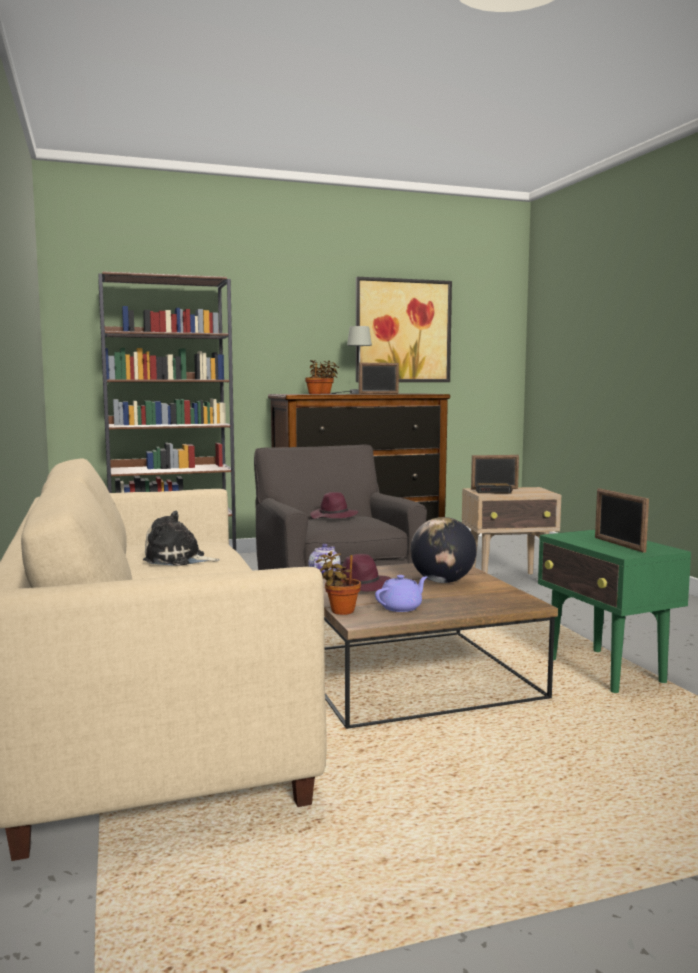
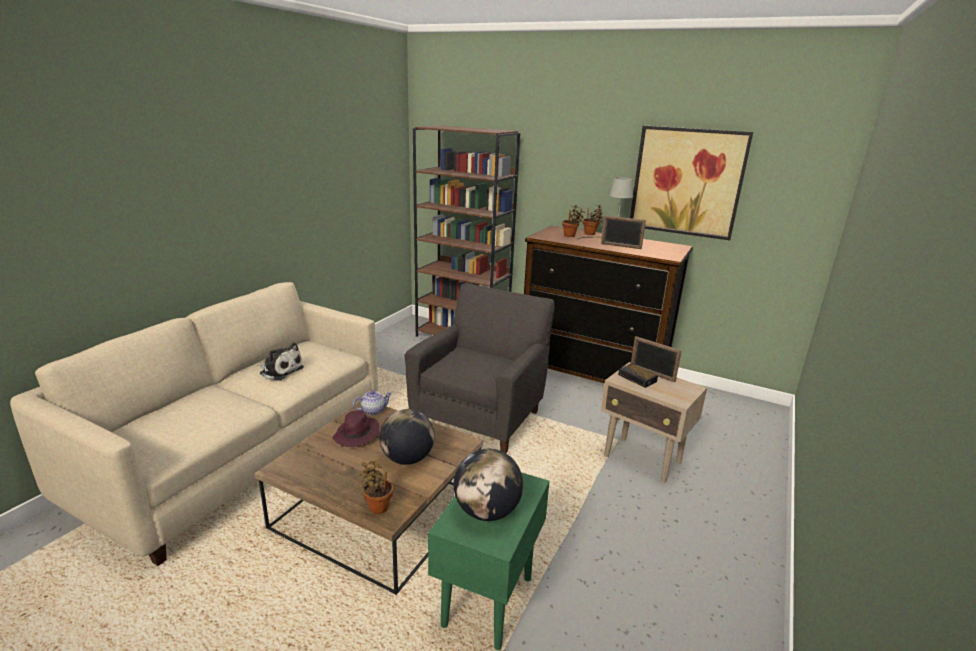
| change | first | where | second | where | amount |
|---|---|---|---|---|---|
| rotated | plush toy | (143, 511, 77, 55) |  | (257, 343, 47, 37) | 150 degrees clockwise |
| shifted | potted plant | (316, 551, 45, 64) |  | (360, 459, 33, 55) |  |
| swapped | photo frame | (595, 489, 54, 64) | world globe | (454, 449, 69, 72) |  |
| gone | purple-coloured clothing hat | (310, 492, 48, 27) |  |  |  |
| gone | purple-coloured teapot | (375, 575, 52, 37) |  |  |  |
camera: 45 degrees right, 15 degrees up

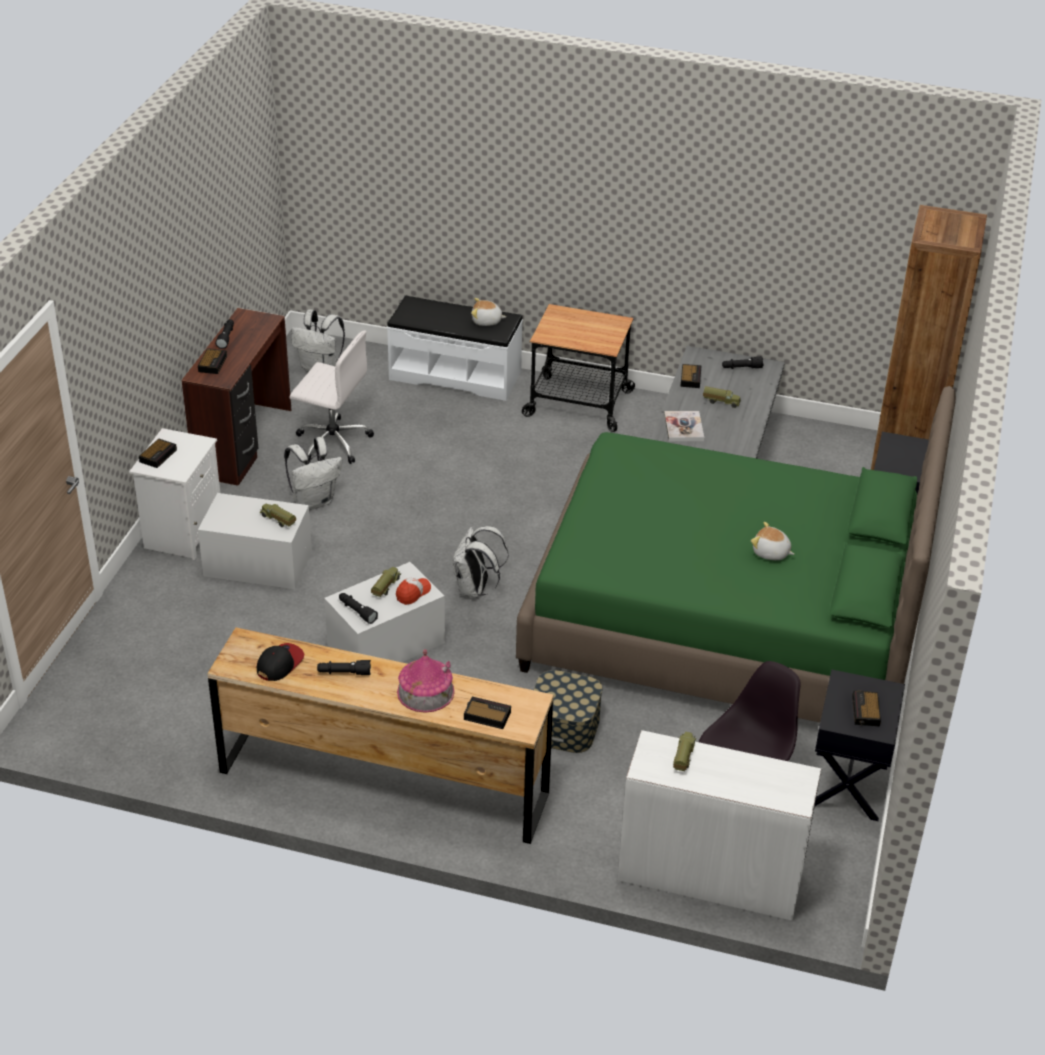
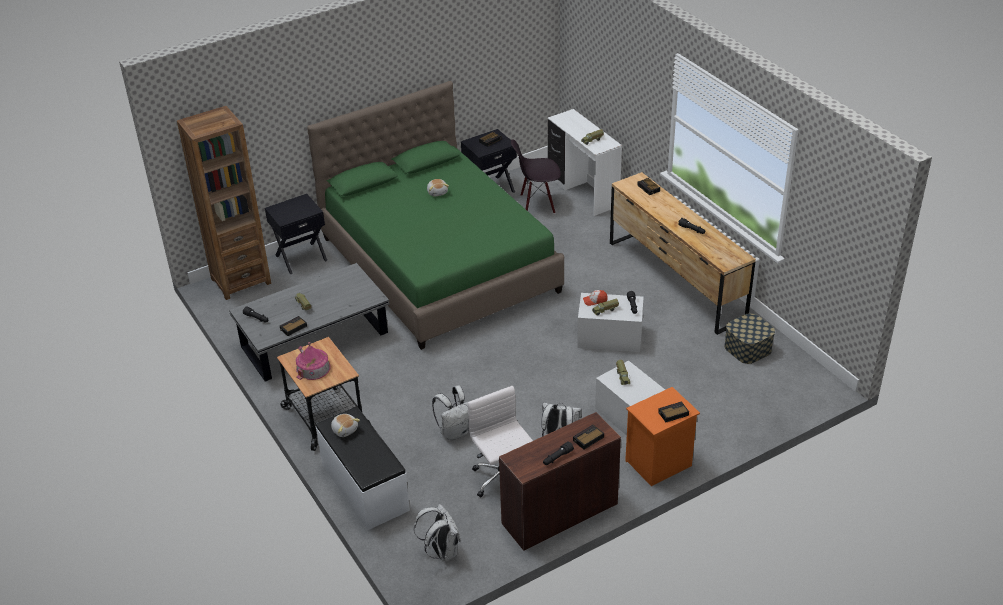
| change | first | where | second | where | amount |
|---|---|---|---|---|---|
| shifted | miniature house | (397, 649, 58, 64) |  | (296, 342, 35, 38) |  |
| shifted | whitish rucksack | (453, 526, 55, 72) |  | (432, 386, 38, 54) |  |
| repainted | whitish bedside table | (129, 428, 91, 132) | orange-coloured bedside table | (625, 387, 75, 99) |  |
| shifted | storage box | (534, 670, 69, 83) |  | (724, 313, 51, 51) |  |
| gone | baseball cap | (257, 643, 47, 38) |  |  |  |
| gone | book | (664, 411, 40, 30) |  |  |  |
camera: 135 degrees left, 0 degrees up

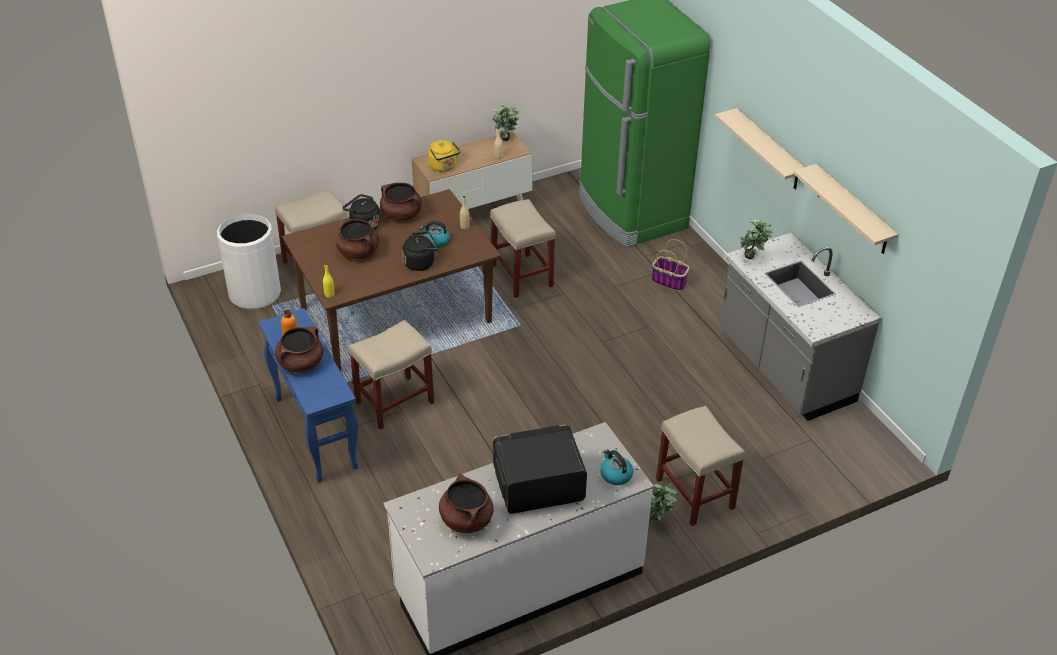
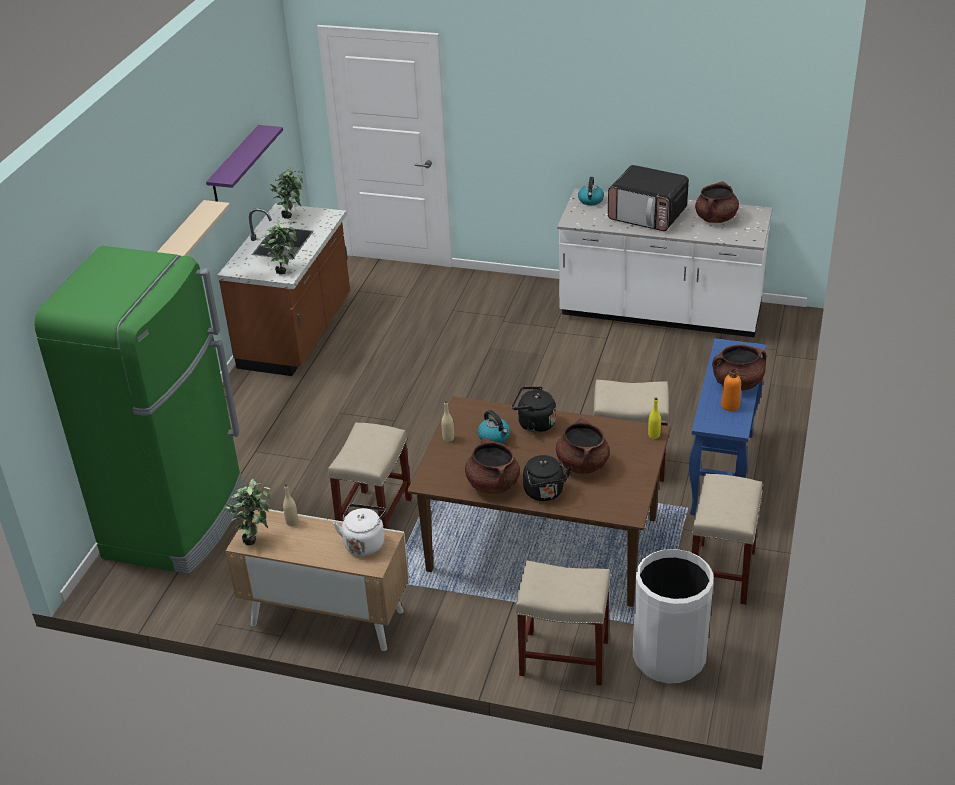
| change | first | where | second | where | amount |
|---|---|---|---|---|---|
| repainted | beige bracket shelf | (793, 164, 106, 90) | purple-coloured bracket shelf | (206, 125, 77, 77) |  |
| repainted | gray counter | (720, 233, 161, 188) | brownish counter | (217, 203, 133, 173) |  |
| shifted | potted plant | (649, 483, 29, 38) |  | (269, 168, 34, 51) |  |
| repainted | yellowish kettle | (428, 140, 32, 32) | whitish kettle | (333, 504, 53, 52) |  |
| shifted | beige stool | (656, 406, 89, 120) |  | (692, 474, 71, 131) |  |
| gone | household basket | (652, 239, 37, 53) |  |  |  |
camera: 135 degrees left, 5 degrees down

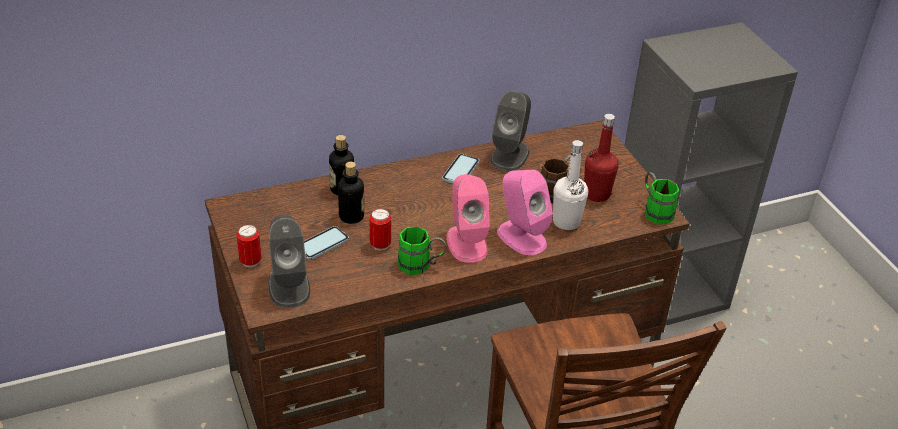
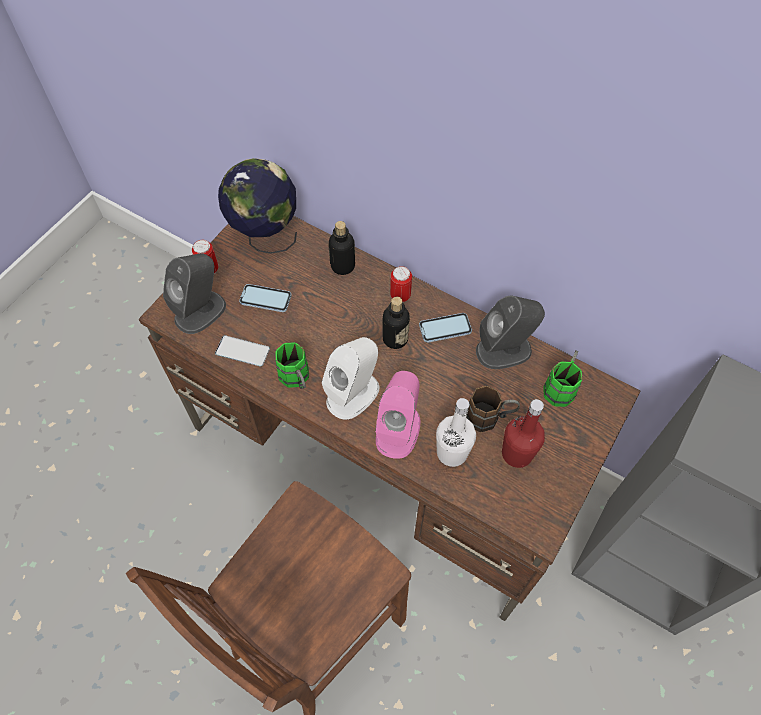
| change | first | where | second | where | amount |
|---|---|---|---|---|---|
| new |  |  | handset | (215, 335, 55, 32) |  |
| new |  |  | world globe | (218, 158, 79, 96) |  |
| repainted | pink speaker | (446, 174, 44, 89) | whitish speaker | (322, 337, 57, 83) |  |
| shifted | bottle | (338, 162, 26, 62) |  | (382, 297, 28, 52) |  |
| shifted | can | (369, 209, 22, 41) |  | (390, 266, 22, 36) |  |
| shifted | green-coloured tea mug | (645, 172, 34, 52) |  | (543, 351, 39, 56) |  |
camera: 55 degrees right, 20 degrees up

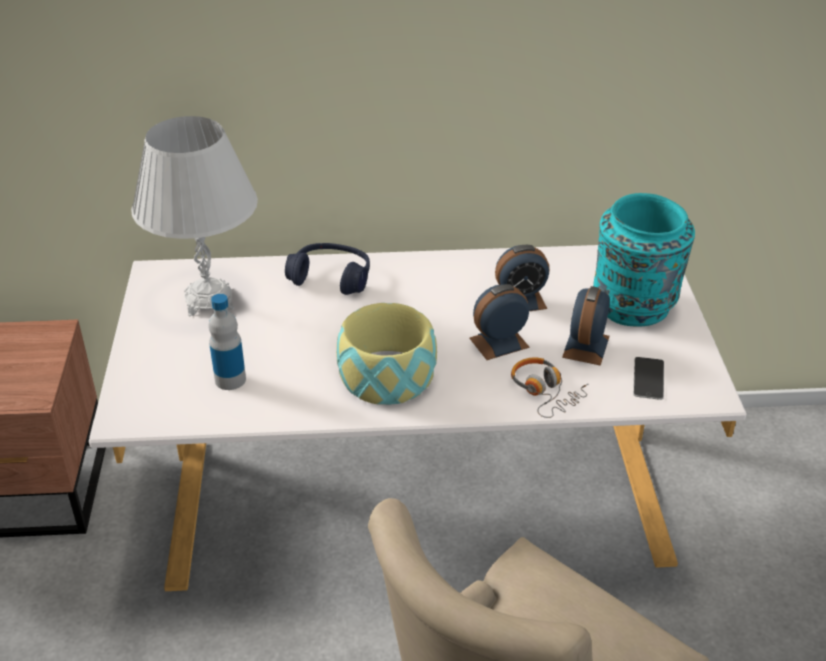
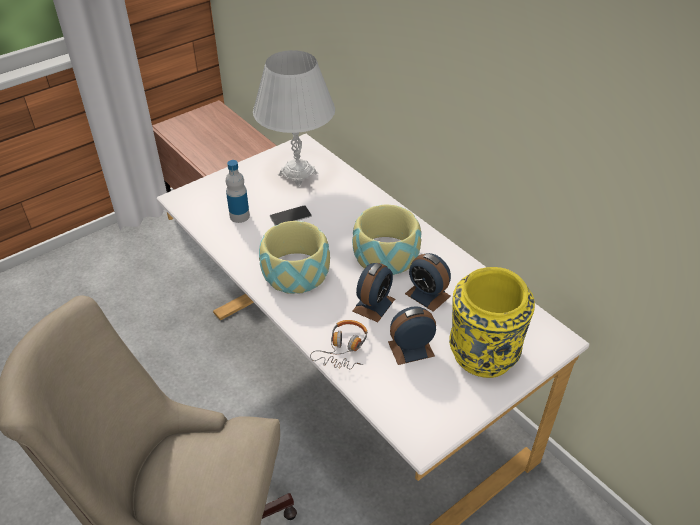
| change | first | where | second | where | amount |
|---|---|---|---|---|---|
| shifted | handset | (633, 357, 31, 43) |  | (270, 205, 42, 21) |  |
| new |  |  | deep dish | (352, 205, 69, 70) |  |
| rotated | alarm clock | (469, 284, 61, 76) |  | (352, 263, 43, 59) | 90 degrees clockwise |
| repainted | blue-green flower vase | (593, 193, 102, 134) | yellowish flower vase | (449, 267, 86, 111) |  |
| gone | bluish pair of headphones | (285, 243, 85, 52) |  |  |  |
camera: 55 degrees right, 5 degrees up

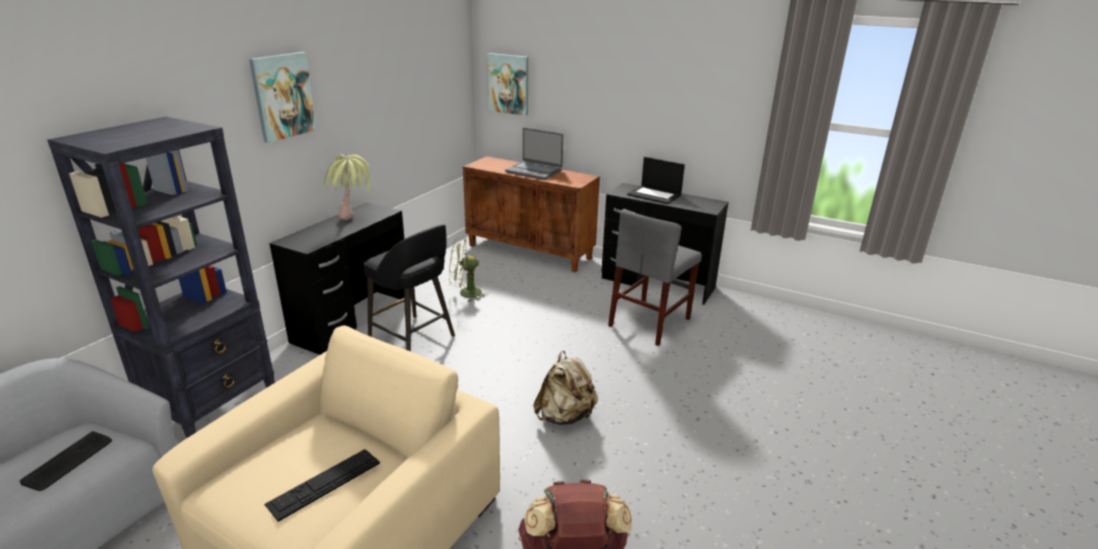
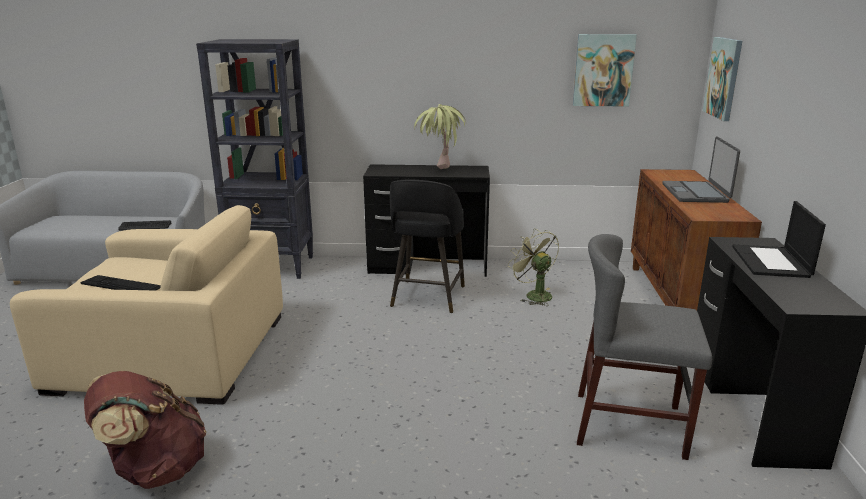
| change | first | where | second | where | amount |
|---|---|---|---|---|---|
| shifted | picture | (249, 52, 68, 91) |  | (573, 34, 64, 72) |  |
| gone | beige rucksack | (533, 351, 65, 74) |  |  |  |
camera: 65 degrees right, 5 degrees down

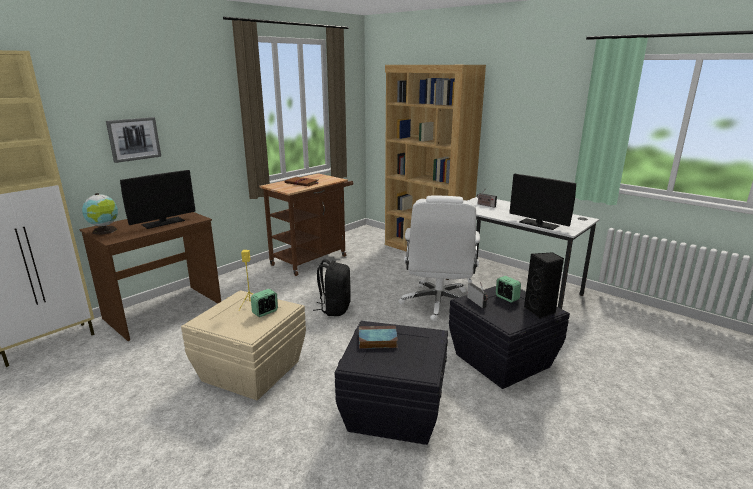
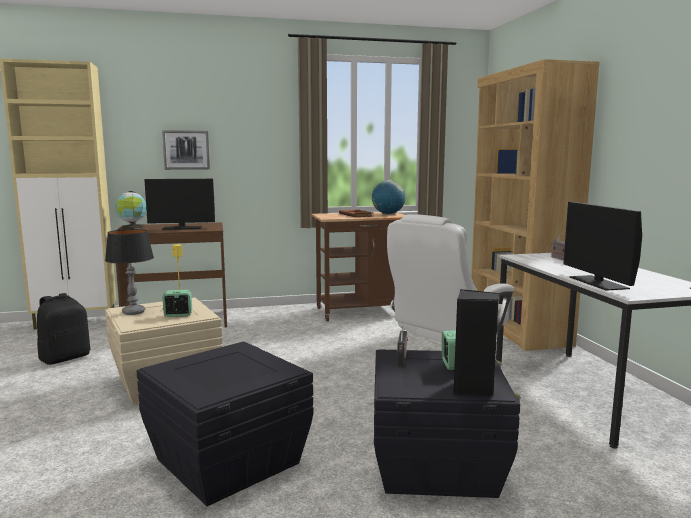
| change | first | where | second | where | amount |
|---|---|---|---|---|---|
| shifted | black rucksack | (313, 259, 38, 57) |  | (37, 293, 53, 72) |  |
| new |  |  | tabletop lamp | (105, 229, 49, 86) |  |
| new |  |  | world globe | (372, 180, 33, 34) |  |
| gone | book | (359, 326, 39, 23) |  |  |  |
camera: 35 degrees right, 10 degrees down

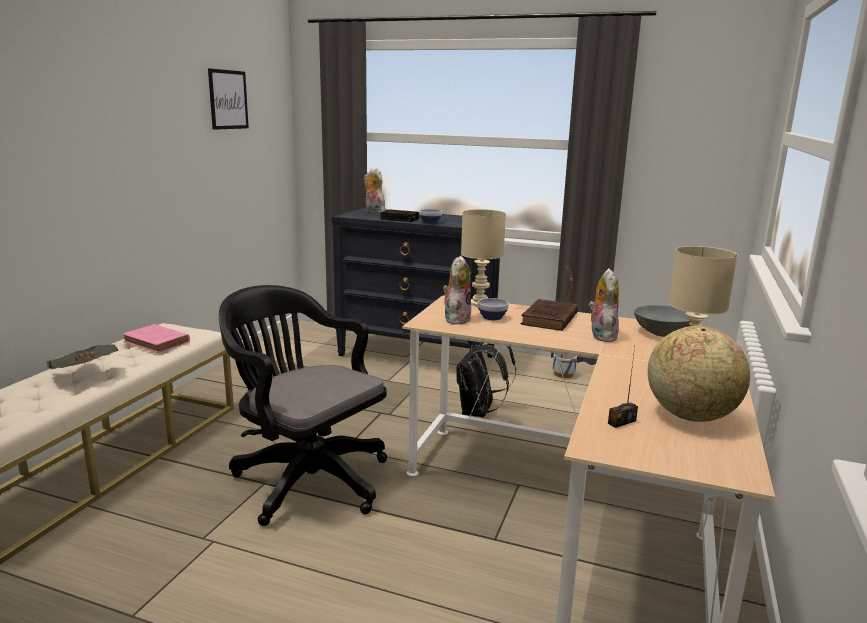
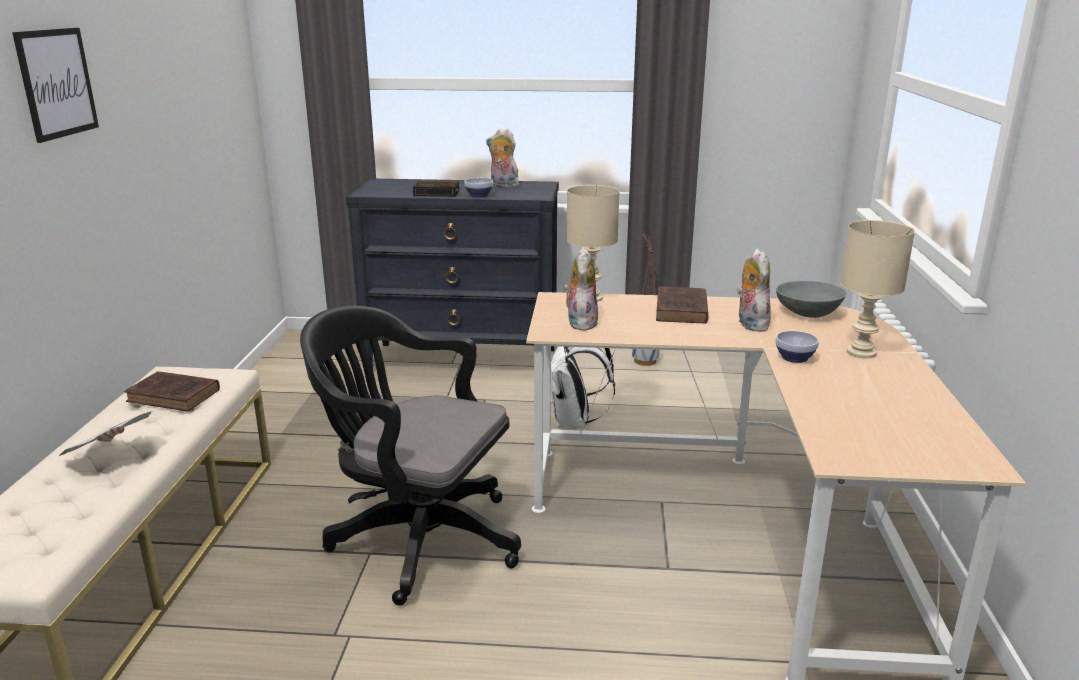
| change | first | where | second | where | amount |
|---|---|---|---|---|---|
| shifted | picture | (208, 68, 41, 62) |  | (12, 28, 87, 115) |  |
| repainted | pink book | (123, 324, 67, 29) | brownish book | (124, 371, 96, 40) |  |
| shifted | plush toy | (363, 168, 22, 45) |  | (486, 128, 33, 60) |  |
| repainted | black rucksack | (456, 342, 60, 75) | whitish rucksack | (551, 346, 64, 82) |  |
| shifted | deep dish | (478, 298, 31, 22) |  | (775, 331, 44, 32) |  |
| gone | radio | (608, 348, 30, 80) |  |  |  |
| gone | world globe | (648, 326, 102, 96) |  |  |  |
camera: 15 degrees left, 5 degrees up

